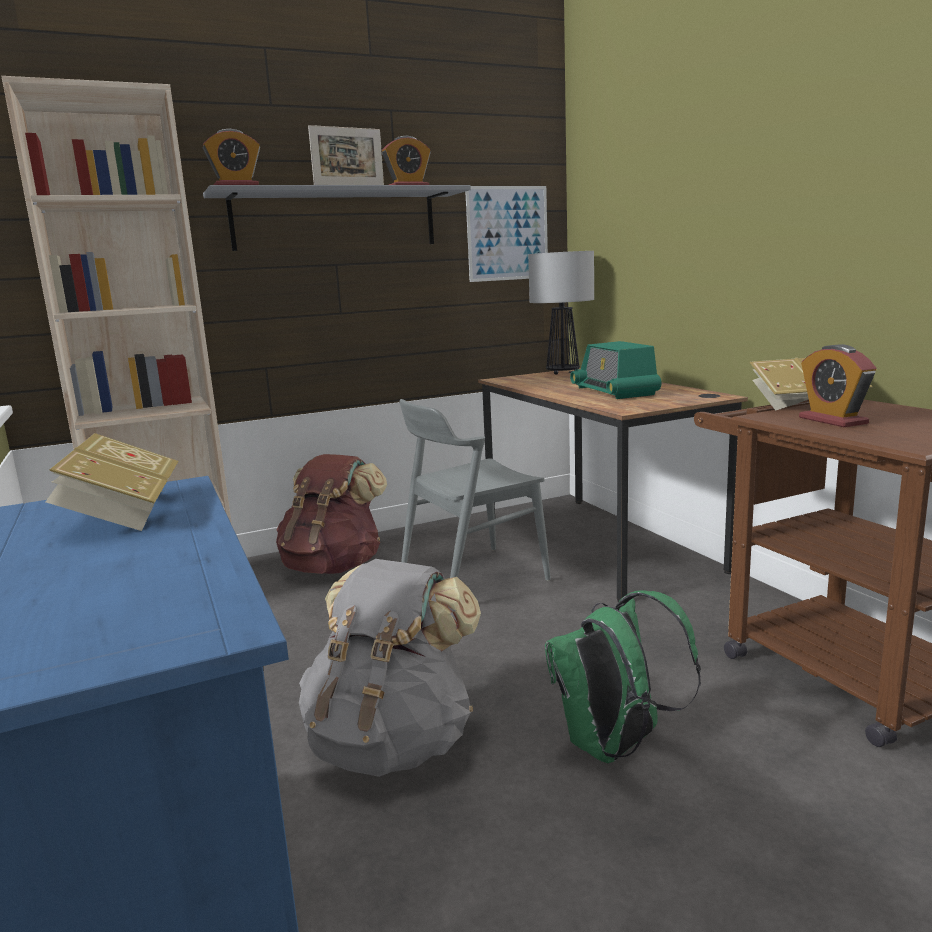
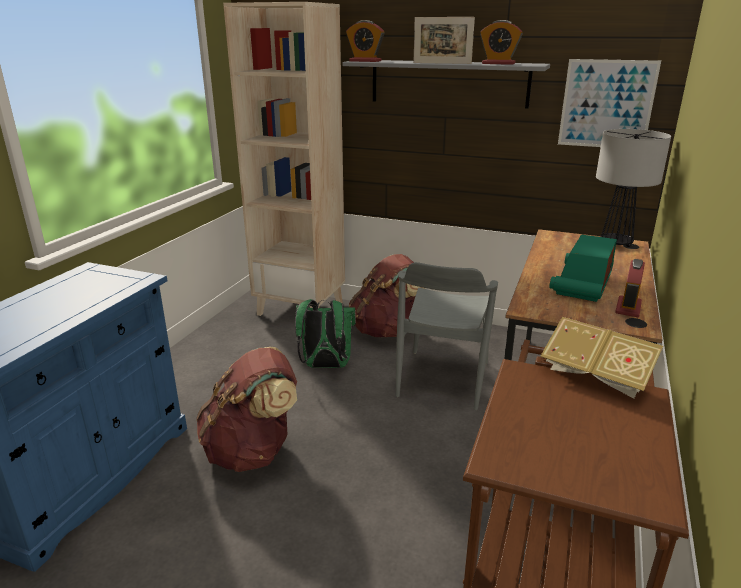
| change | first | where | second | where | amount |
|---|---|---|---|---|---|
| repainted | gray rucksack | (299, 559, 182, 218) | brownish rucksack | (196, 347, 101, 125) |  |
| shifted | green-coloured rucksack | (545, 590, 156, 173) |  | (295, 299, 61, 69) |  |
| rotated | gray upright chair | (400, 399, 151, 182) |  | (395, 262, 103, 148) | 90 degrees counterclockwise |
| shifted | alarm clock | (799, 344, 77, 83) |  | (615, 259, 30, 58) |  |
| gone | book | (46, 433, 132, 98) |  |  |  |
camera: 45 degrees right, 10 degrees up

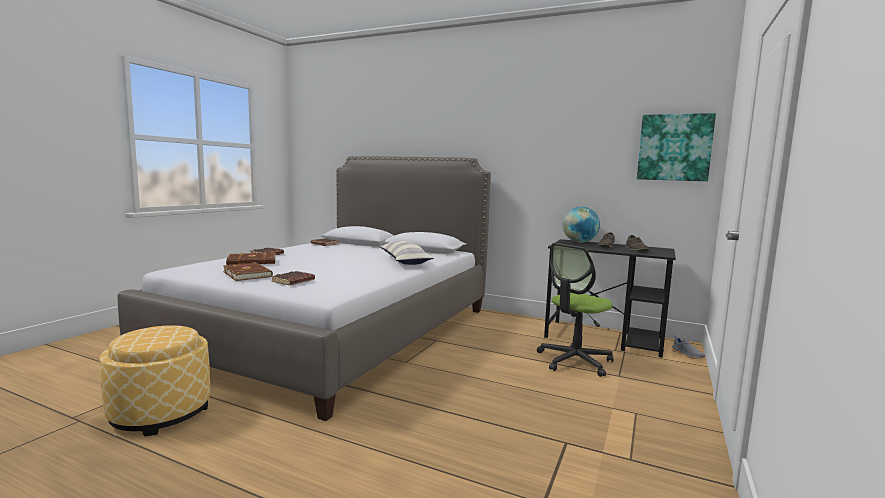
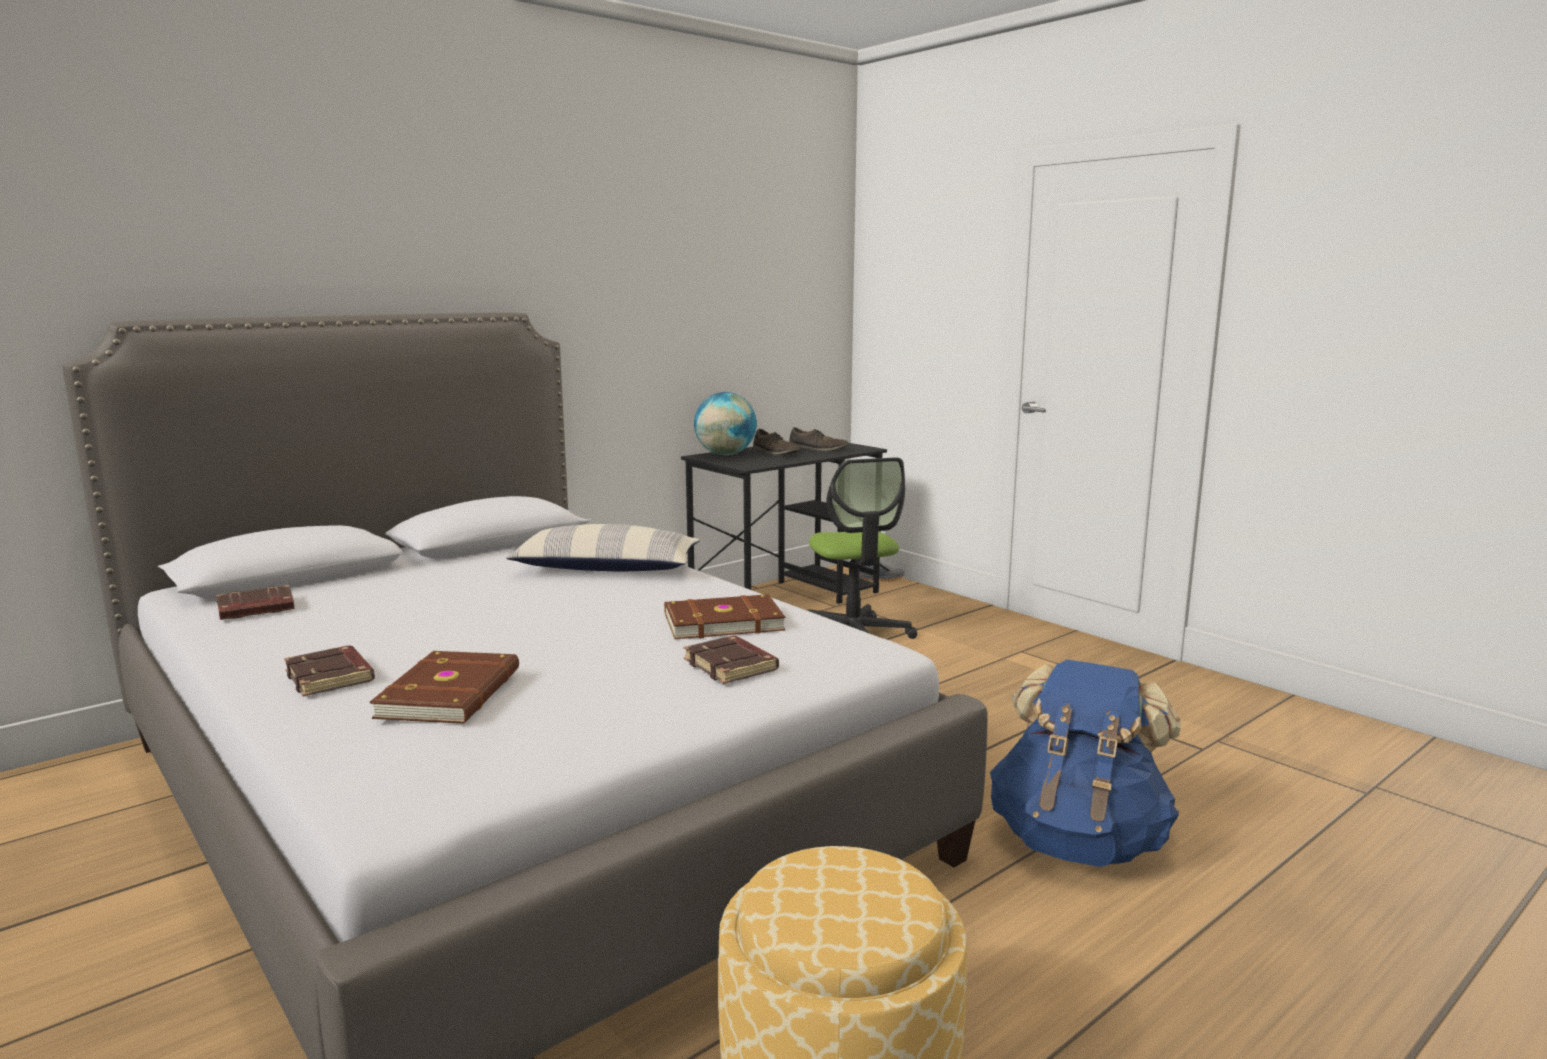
| change | first | where | second | where | amount |
|---|---|---|---|---|---|
| shifted | brownish book | (223, 262, 50, 19) |  | (664, 594, 121, 45) |  |
| new |  |  | bluish rucksack | (990, 660, 191, 207) |  |
| gone | picture | (637, 113, 79, 68) |  |  |  |
camera: 65 degrees left, 5 degrees up

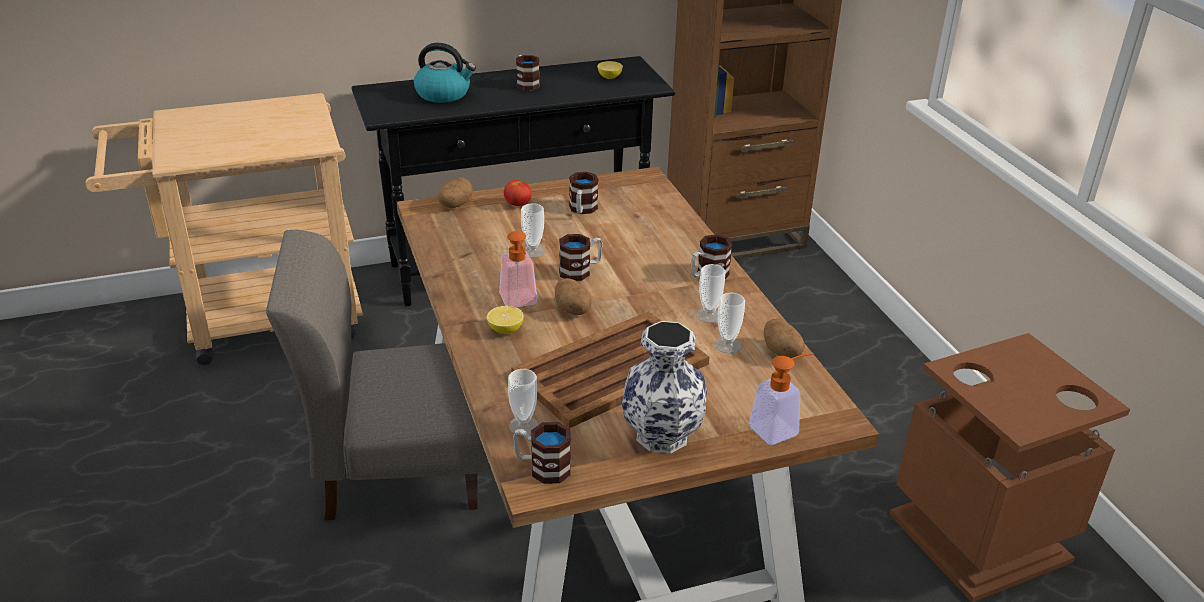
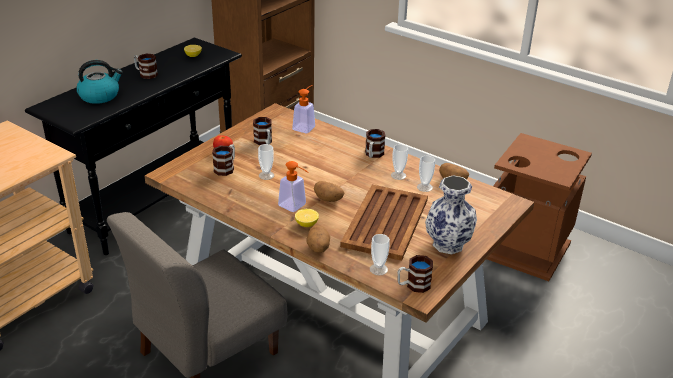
| change | first | where | second | where | amount |
|---|---|---|---|---|---|
| shifted | tea mug | (559, 234, 44, 47) |  | (212, 144, 23, 32) |  |
| shifted | liquid soap bottle | (749, 353, 65, 92) |  | (292, 85, 23, 48) |  |
| shifted | whole potato | (438, 177, 35, 31) |  | (306, 225, 24, 28) |  |
camera: 35 degrees left, 0 degrees up

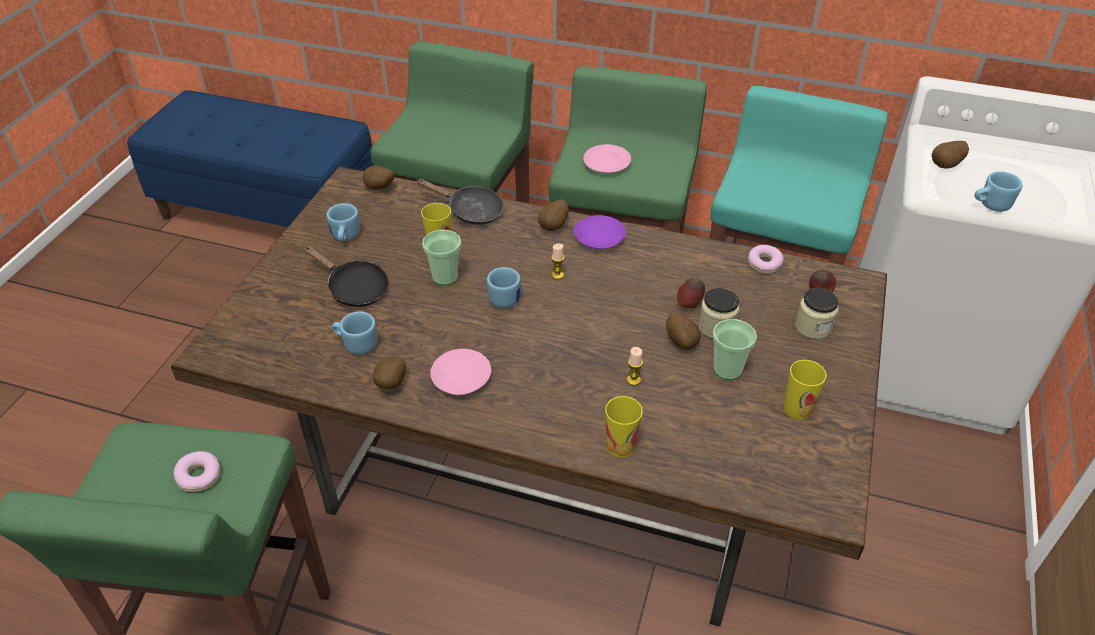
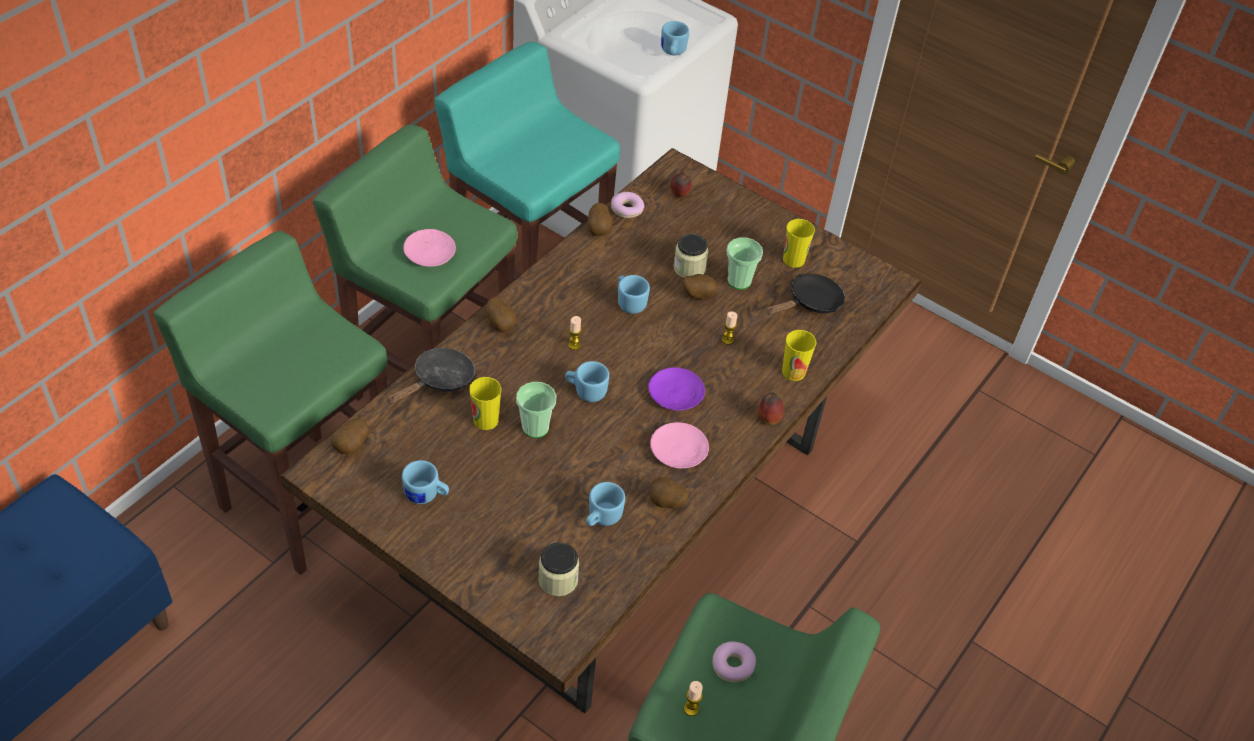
| change | first | where | second | where | amount |
|---|---|---|---|---|---|
| shifted | storage jar | (795, 288, 44, 51) |  | (538, 542, 41, 54) |  |
| shifted | whole potato | (932, 141, 37, 28) |  | (588, 203, 25, 33) |  |
| new |  |  | bluish tea mug | (618, 275, 32, 39) |  |
| shifted | purple-coloured dinner plate | (574, 215, 52, 34) |  | (648, 367, 57, 44) |  |
| new |  |  | wax light | (684, 681, 19, 35) |  |
| shifted | apple fruit | (677, 278, 28, 31) |  | (758, 392, 25, 33) |  |
| shifted | black frying pan | (303, 246, 85, 61) |  | (766, 273, 79, 41) |  |
camera: 75 degrees left, 5 degrees up

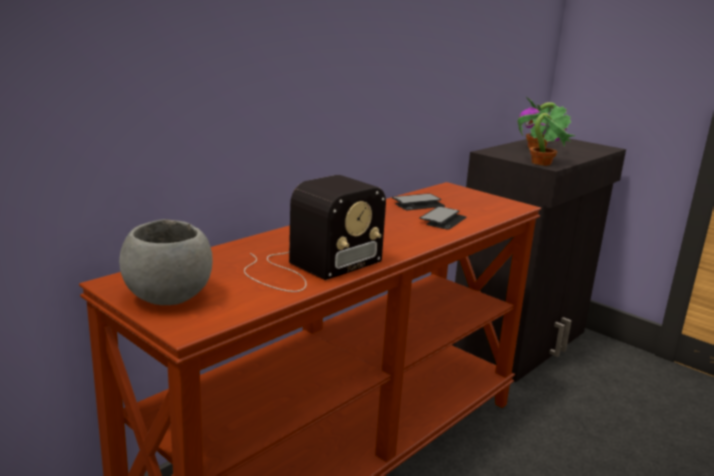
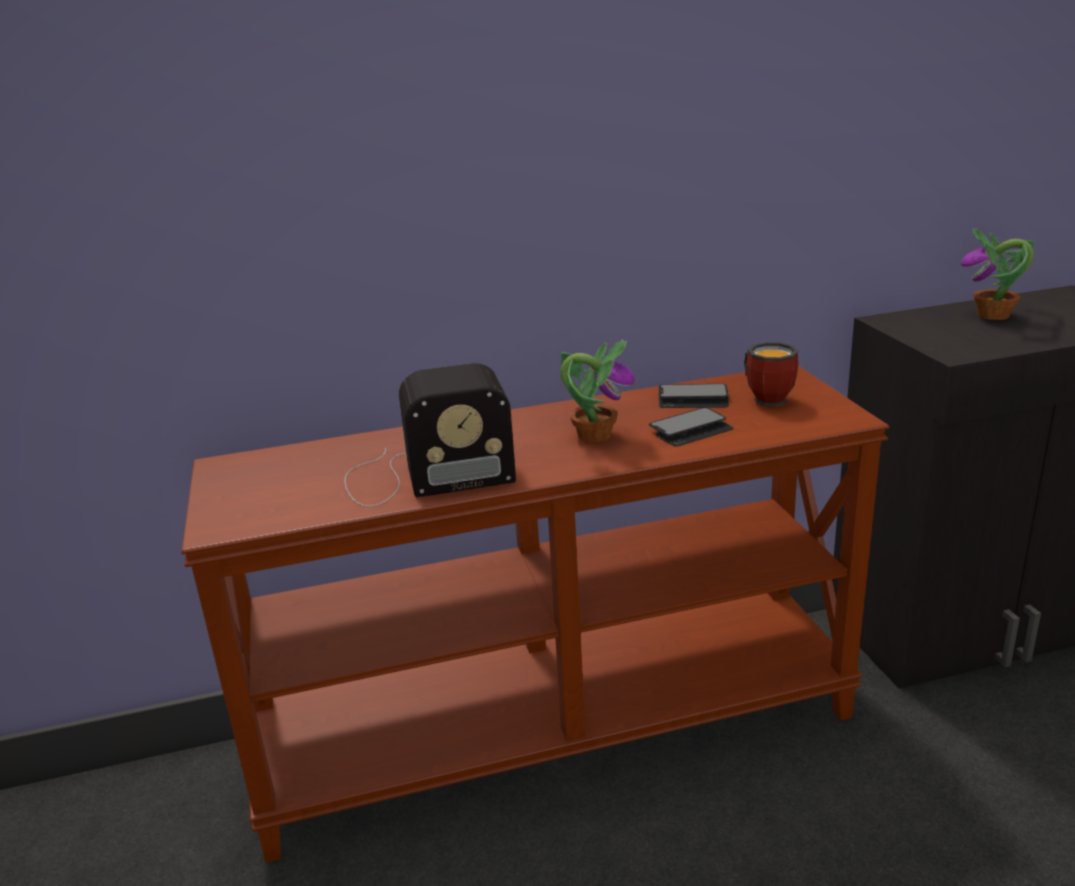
| change | first | where | second | where | amount |
|---|---|---|---|---|---|
| shifted | potted plant | (518, 106, 58, 60) |  | (560, 339, 75, 103) |  |
| new |  |  | tea mug | (744, 342, 54, 65) |  |
| gone | gray deep dish | (119, 219, 94, 86) |  |  |  |
camera: 35 degrees right, 5 degrees up

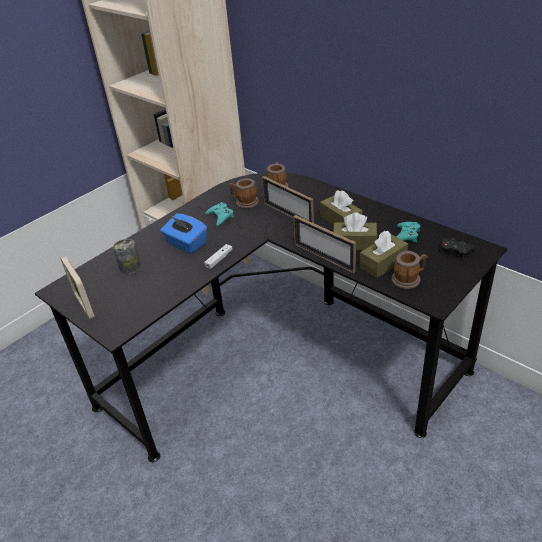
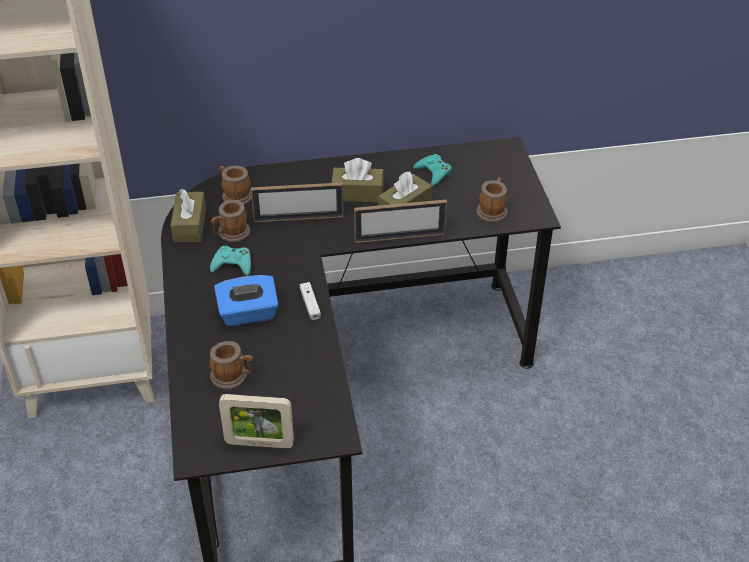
| change | first | where | second | where | amount |
|---|---|---|---|---|---|
| shifted | brownish tissue box | (360, 231, 48, 47) |  | (171, 189, 35, 53) |  |
| swapped | can | (113, 239, 28, 35) | tea mug | (210, 341, 43, 48) |  |
| gone | black gamepad | (441, 238, 35, 21) |  |  |  |
camera: 55 degrees left, 5 degrees up

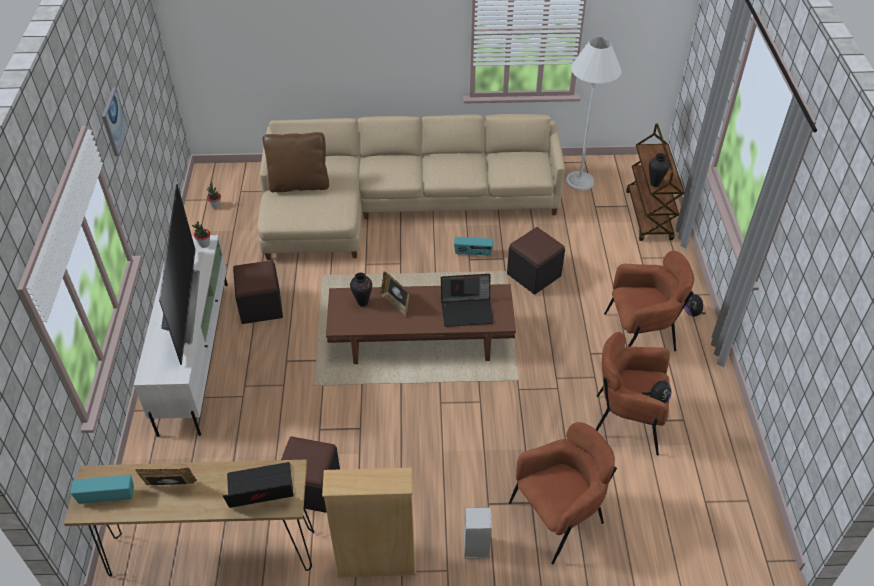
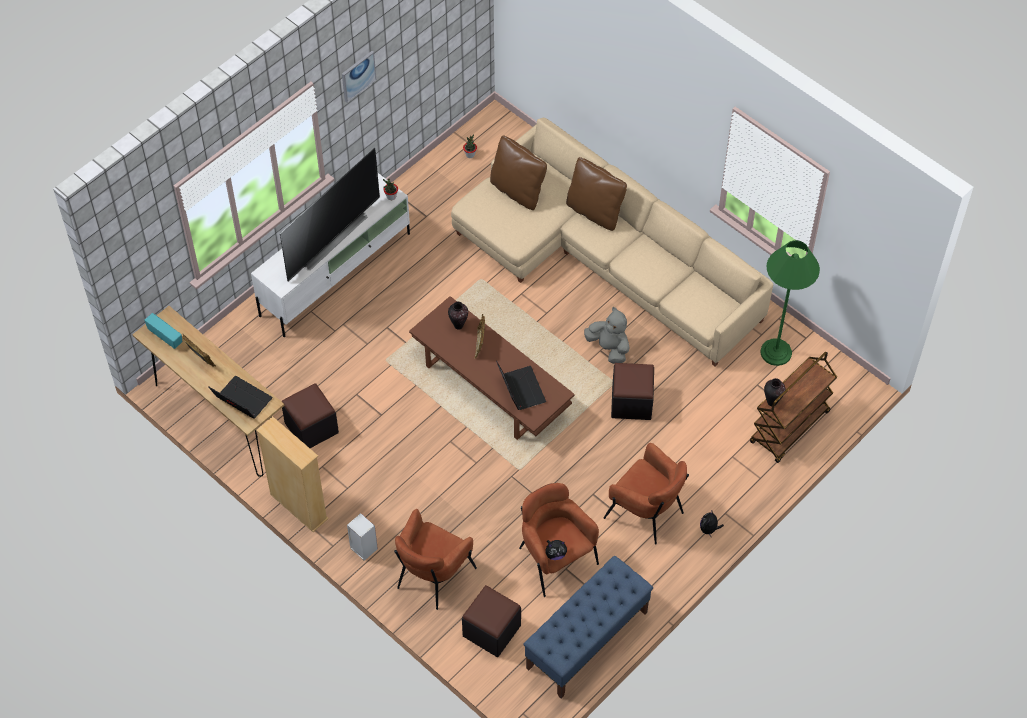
| change | first | where | second | where | amount |
|---|---|---|---|---|---|
| rotated | brownish lounge chair | (509, 422, 108, 143) |  | (394, 509, 83, 101) | 105 degrees clockwise |
| shifted | black pouffe | (233, 260, 50, 64) |  | (462, 585, 59, 72) |  |
| rotated | portable computer | (441, 274, 53, 53) |  | (496, 361, 50, 49) | 150 degrees counterclockwise |
| new |  |  | bluish long seat | (524, 555, 129, 143) |  |
| new |  |  | brownish cushion | (566, 157, 61, 74) |  |
| swapped | radio | (454, 237, 39, 20) | gray plush toy | (584, 307, 46, 57) |  |
| repainted | whitish standing lamp | (566, 37, 56, 154) | green-coloured standing lamp | (760, 240, 60, 126) |  |
camera: 45 degrees right, 10 degrees up

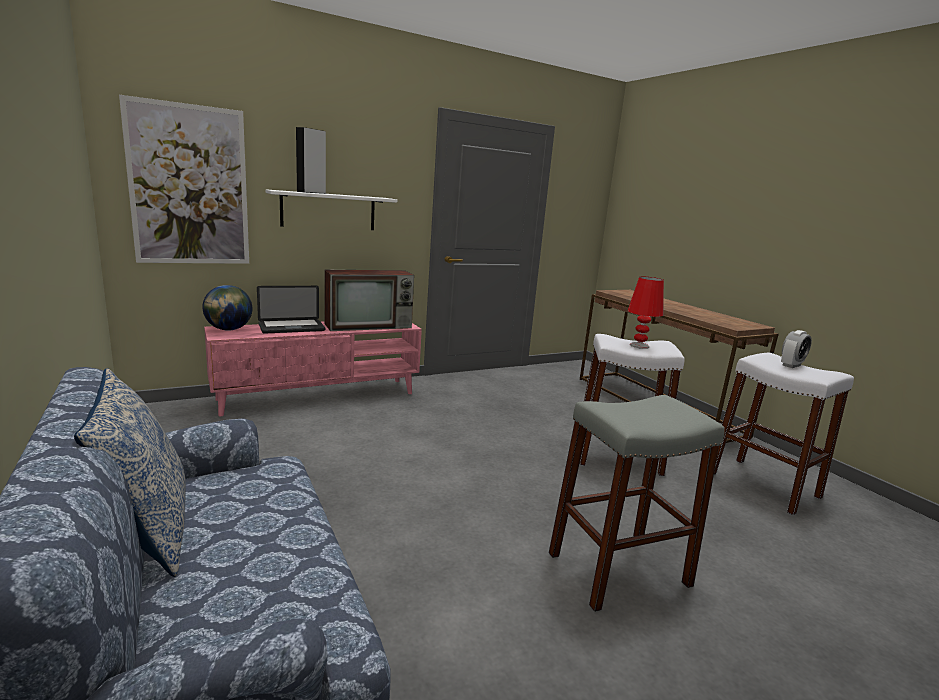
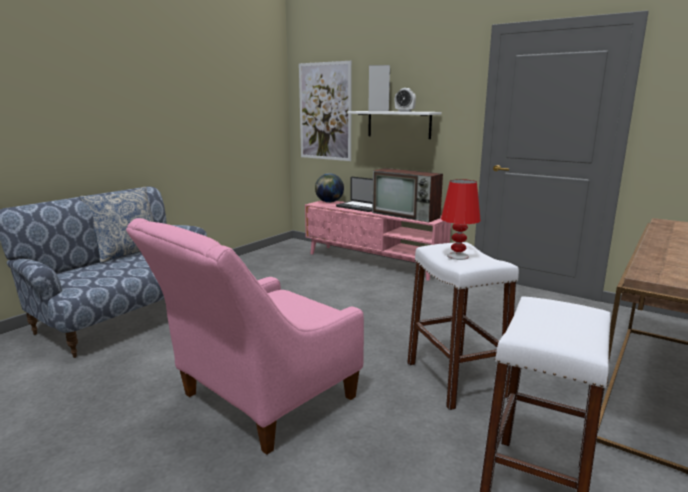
| change | first | where | second | where | amount |
|---|---|---|---|---|---|
| swapped | gray stool | (549, 395, 176, 217) | pink lounge chair | (126, 218, 238, 237) |  |
| shifted | alarm clock | (781, 330, 31, 38) |  | (395, 88, 21, 24) |  |
camera: 65 degrees right, 0 degrees up

